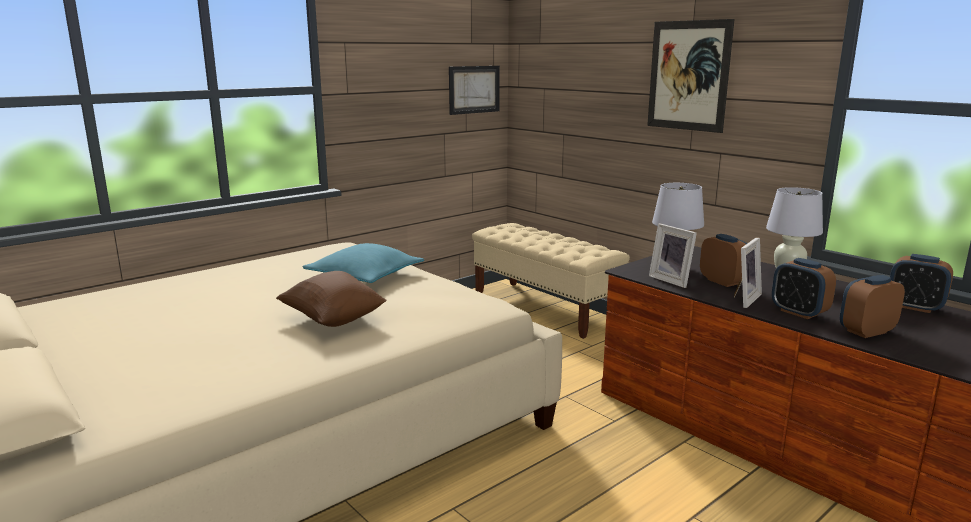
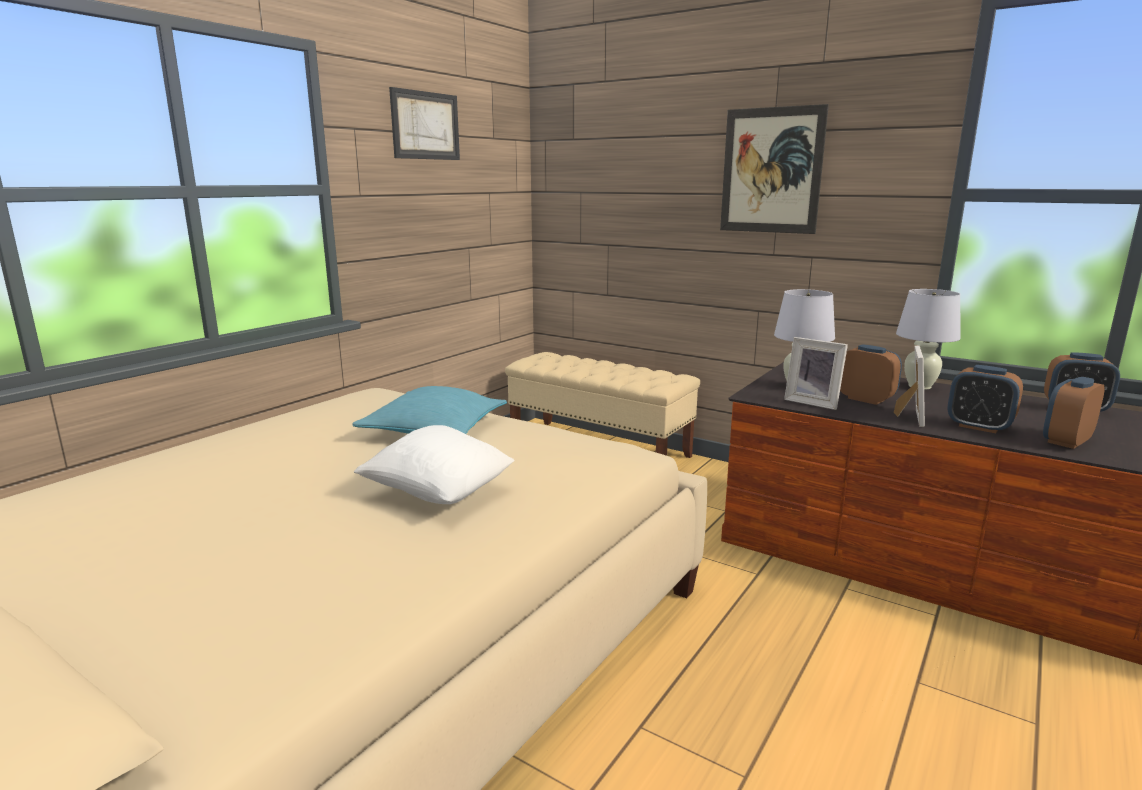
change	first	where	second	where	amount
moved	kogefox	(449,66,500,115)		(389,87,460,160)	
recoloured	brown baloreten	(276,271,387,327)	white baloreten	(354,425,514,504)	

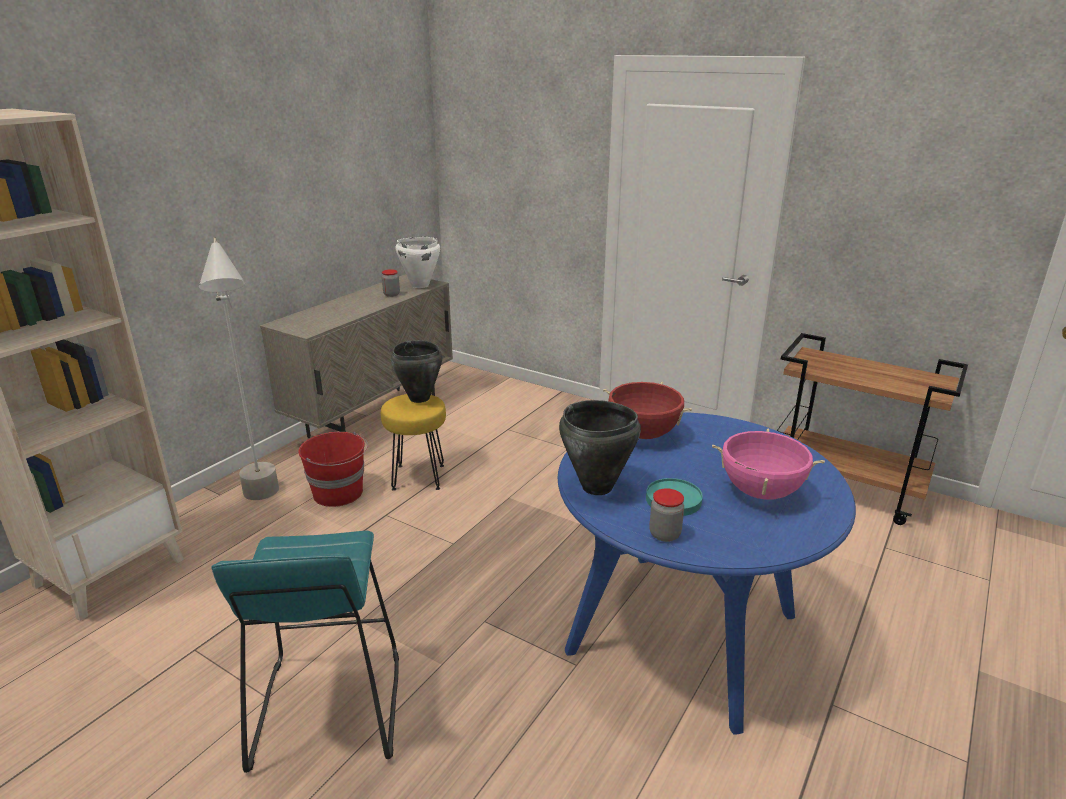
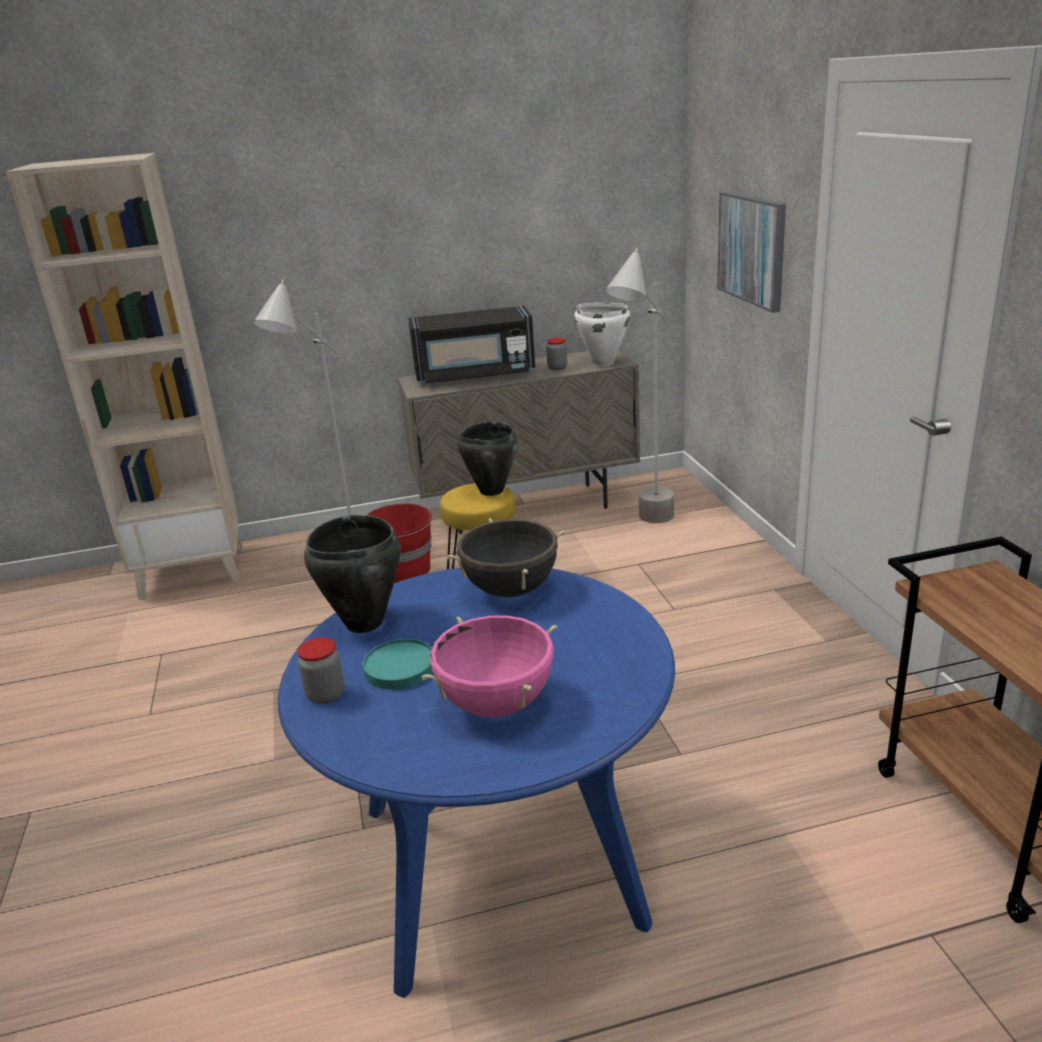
change	first	where	second	where	amount
removed	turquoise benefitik	(212,530,399,773)			
added			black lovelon	(408,306,536,384)	
added			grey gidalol	(606,248,674,523)	
added			kogefox	(717,192,786,313)	
recoloured	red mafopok	(603,382,692,439)	black mafopok	(446,518,566,597)	

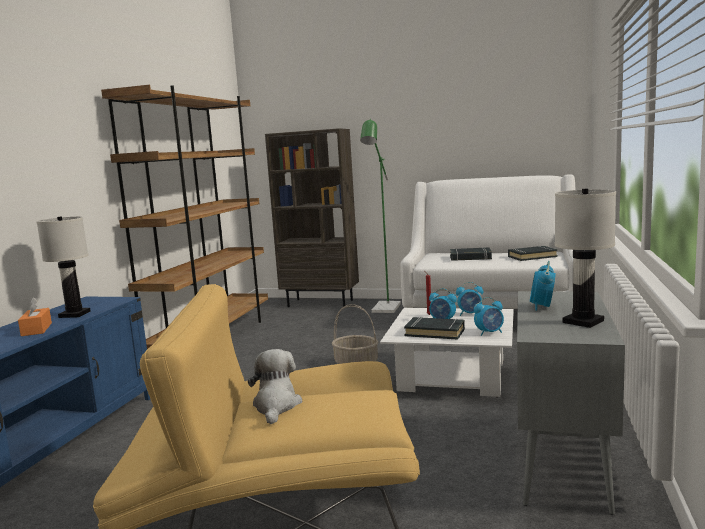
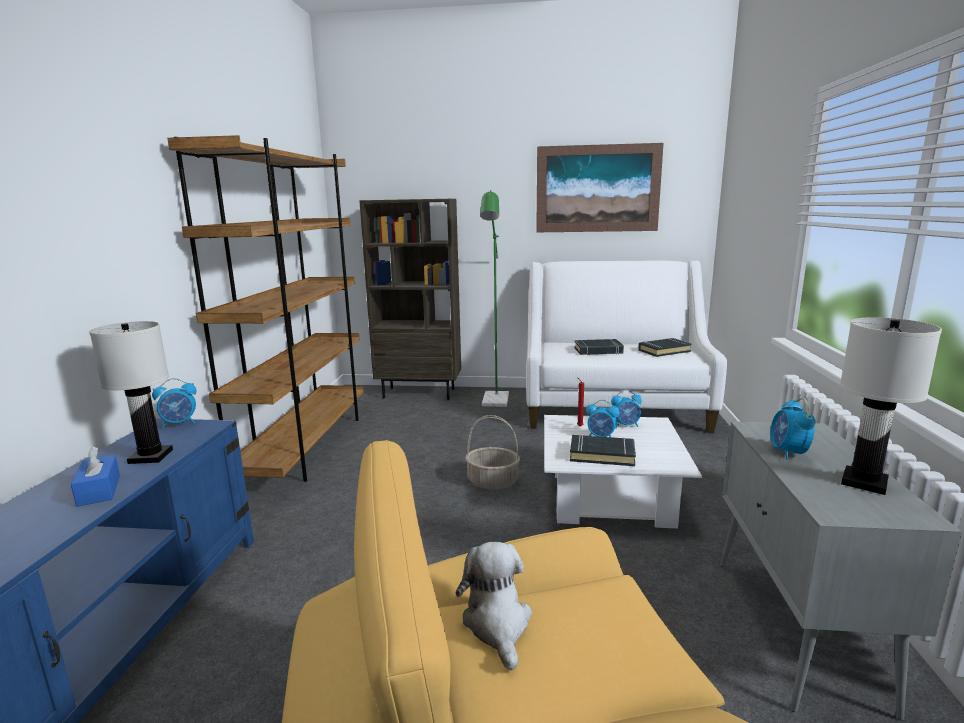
change	first	where	second	where	amount
added			kogefox	(536,143,664,232)	
moved	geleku	(474,297,504,336)		(152,378,196,429)	
recoloured	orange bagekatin	(18,297,52,336)	blue bagekatin	(71,446,120,507)	

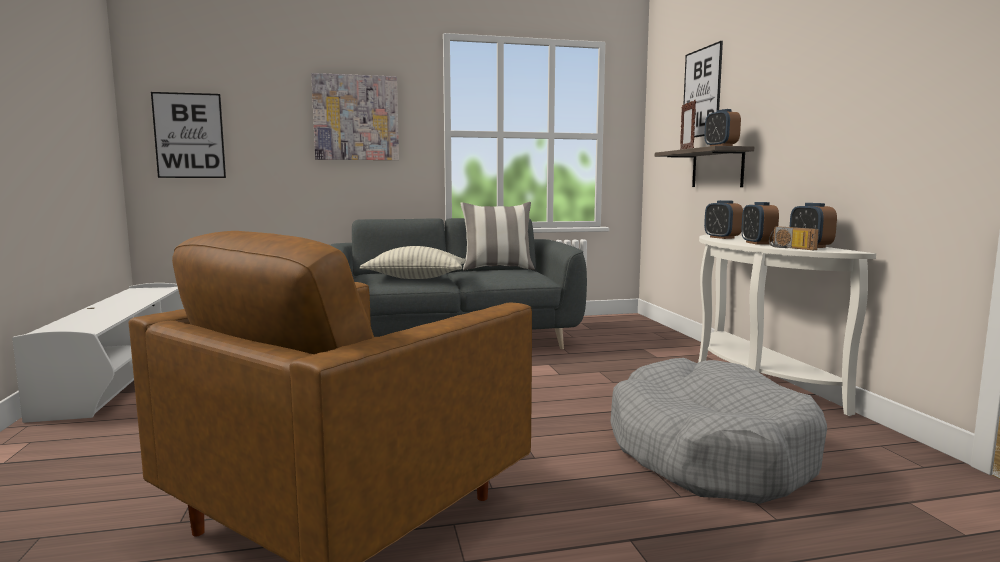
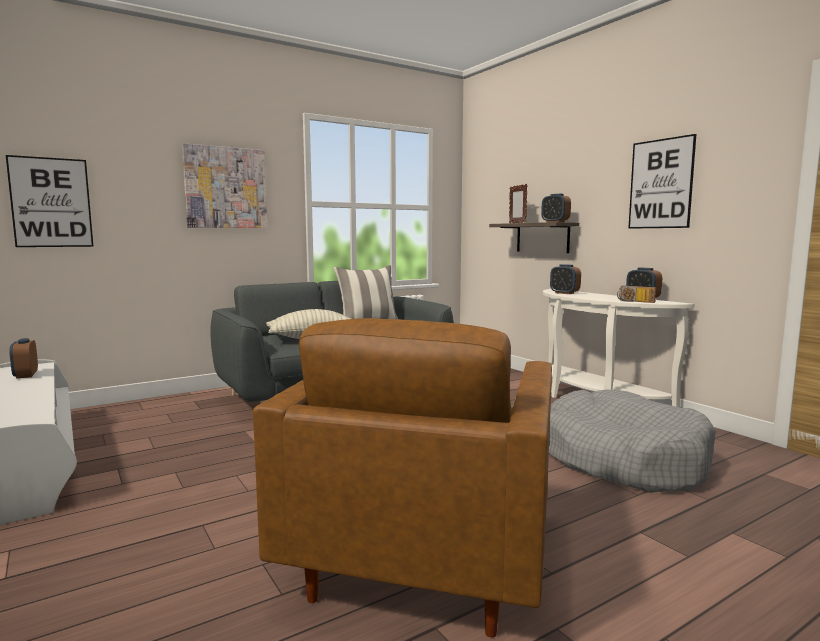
change	first	where	second	where	amount
moved	kogefox	(683,41,723,138)		(628,134,696,229)	
moved	geleku	(741,202,779,245)		(9,338,38,379)	

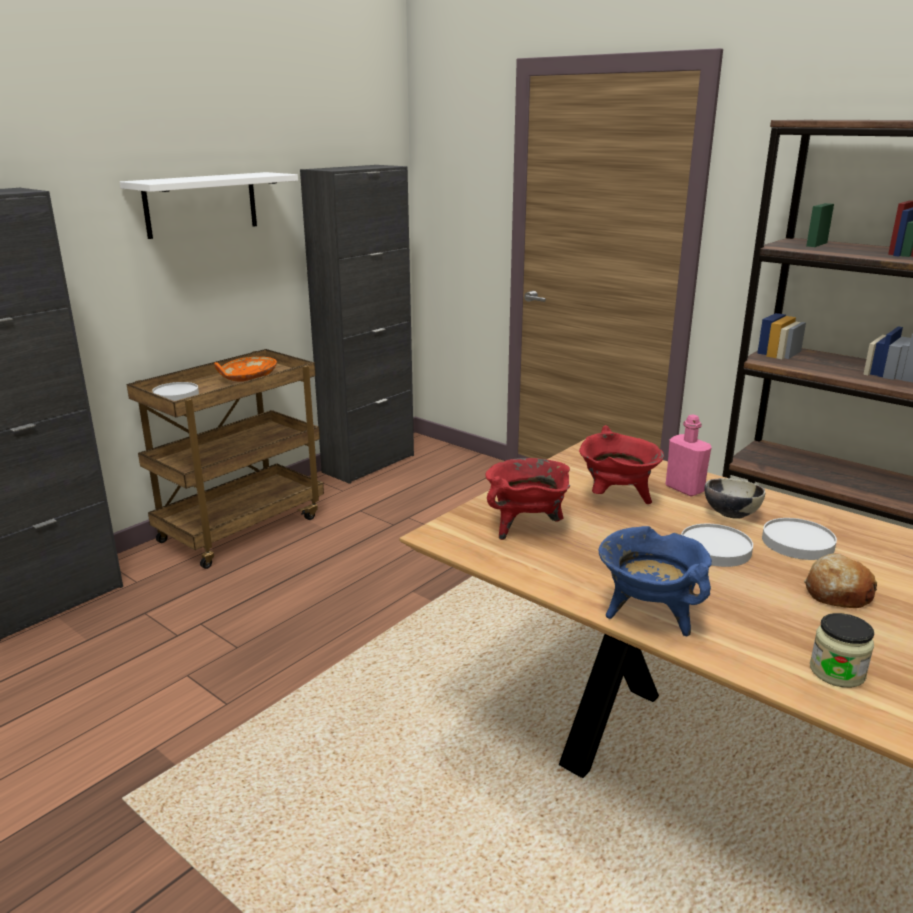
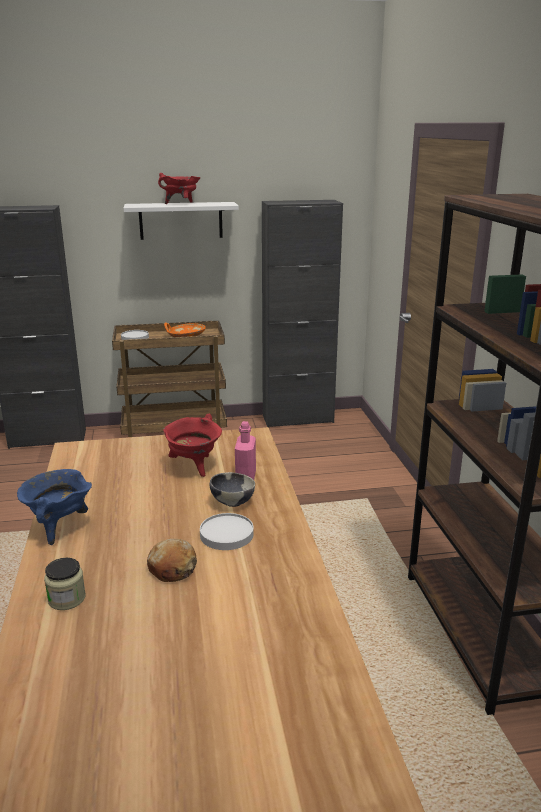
change	first	where	second	where	amount
removed	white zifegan	(681,524,753,567)			
moved	red mafopok	(485,458,571,540)		(158,173,200,204)	

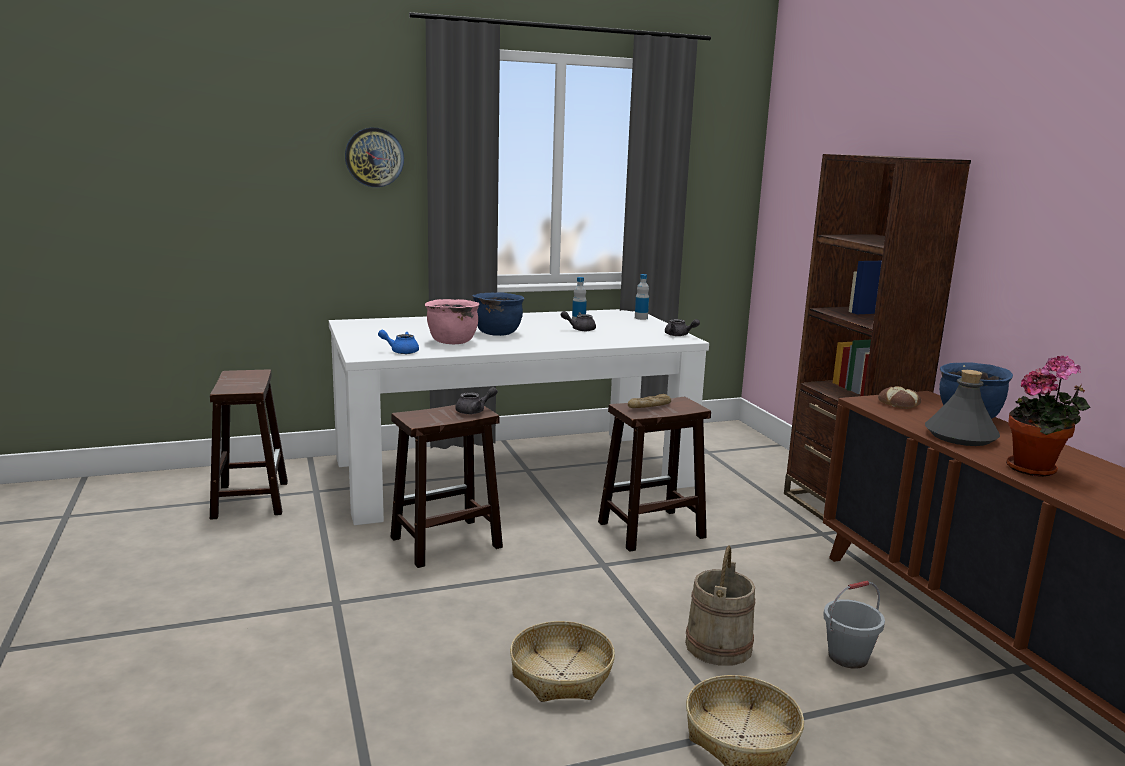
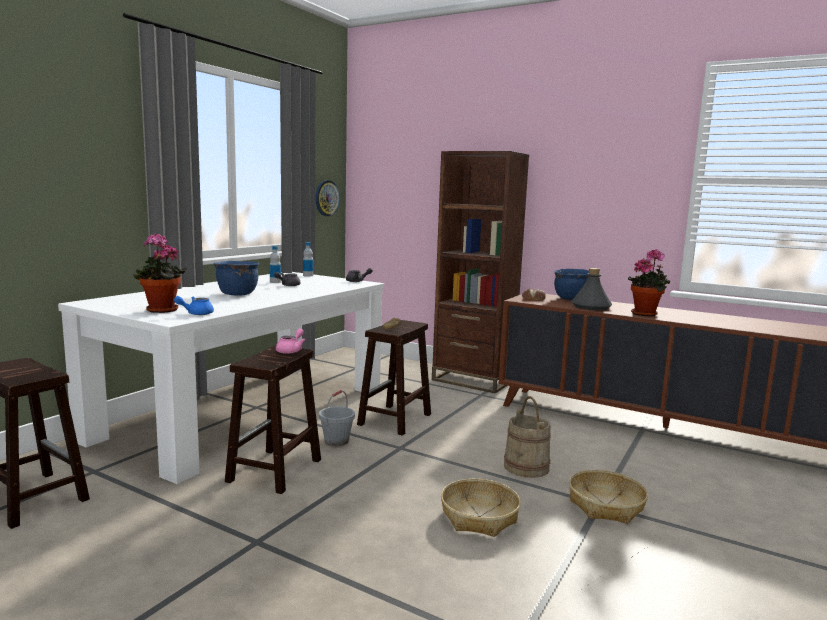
change	first	where	second	where	amount
removed	pink mafopok	(425,299,479,344)			
added			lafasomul	(133,233,187,313)	
moved	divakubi	(345,128,404,187)		(315,180,340,216)	
moved	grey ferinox	(823,581,885,669)		(319,390,355,446)	
recoloured	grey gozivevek	(455,387,498,414)	pink gozivevek	(276,329,305,354)	

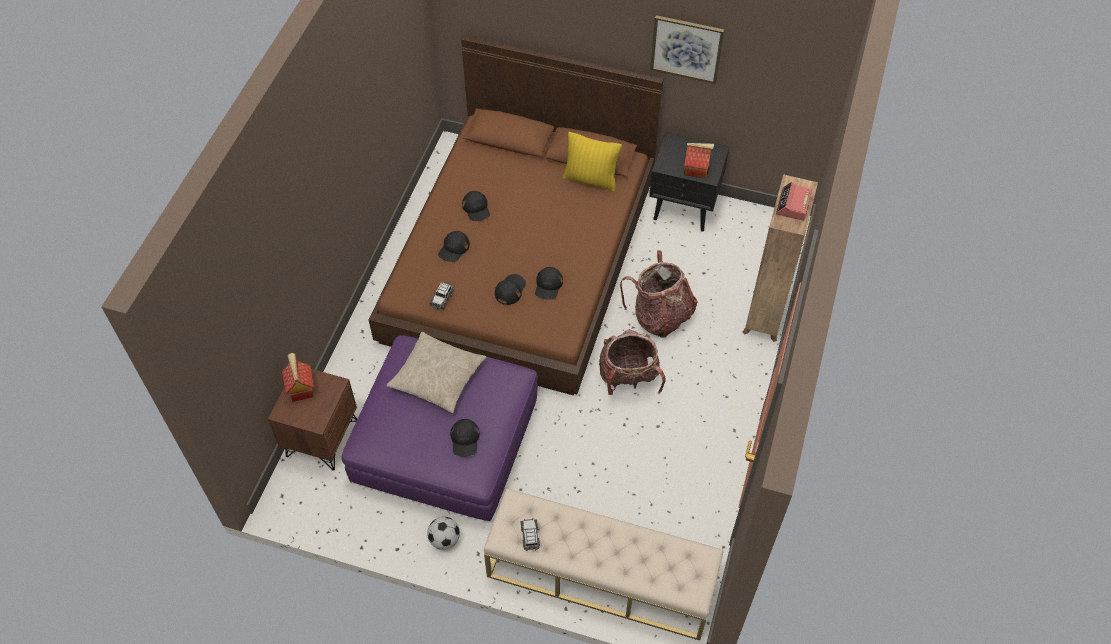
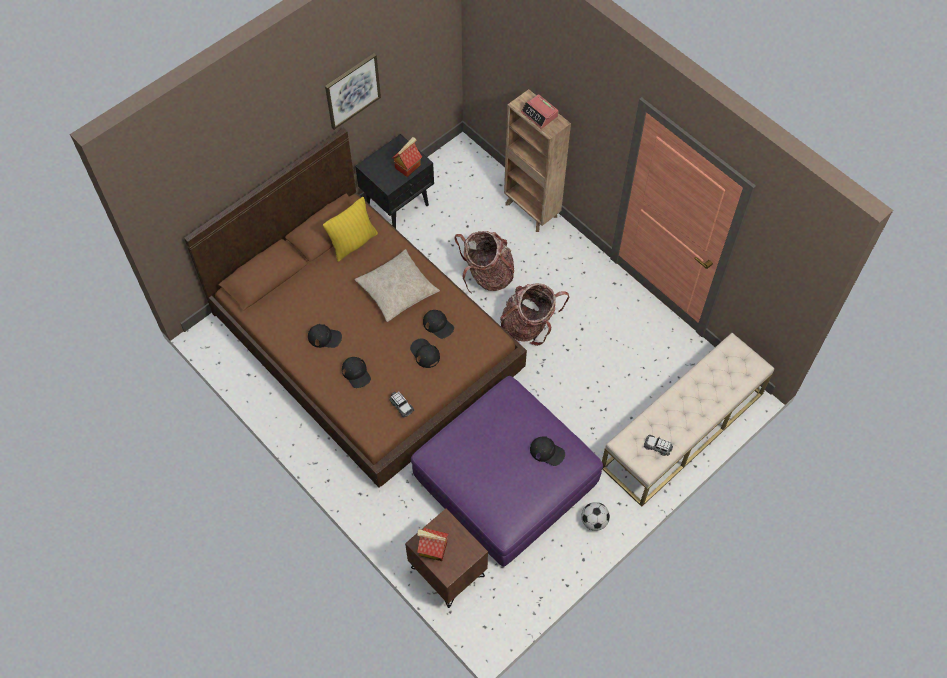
change	first	where	second	where	amount
moved	beige baloreten	(387,332,486,413)		(355,249,440,322)	

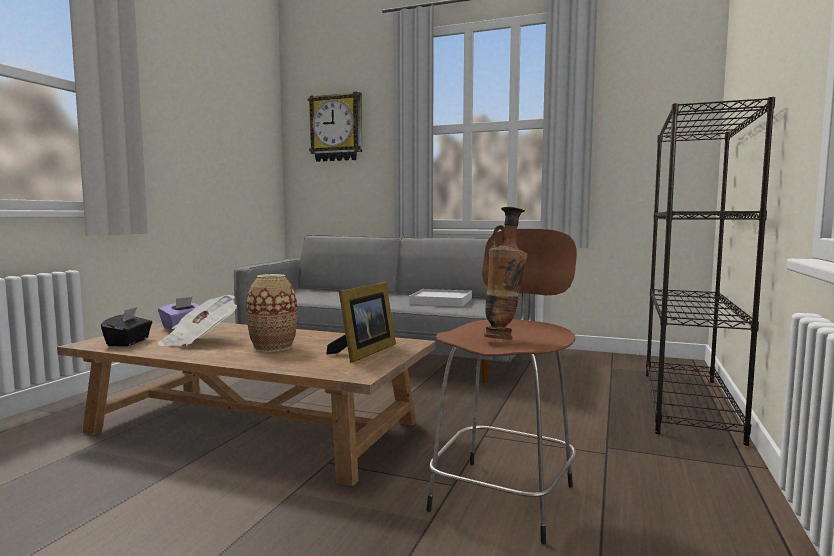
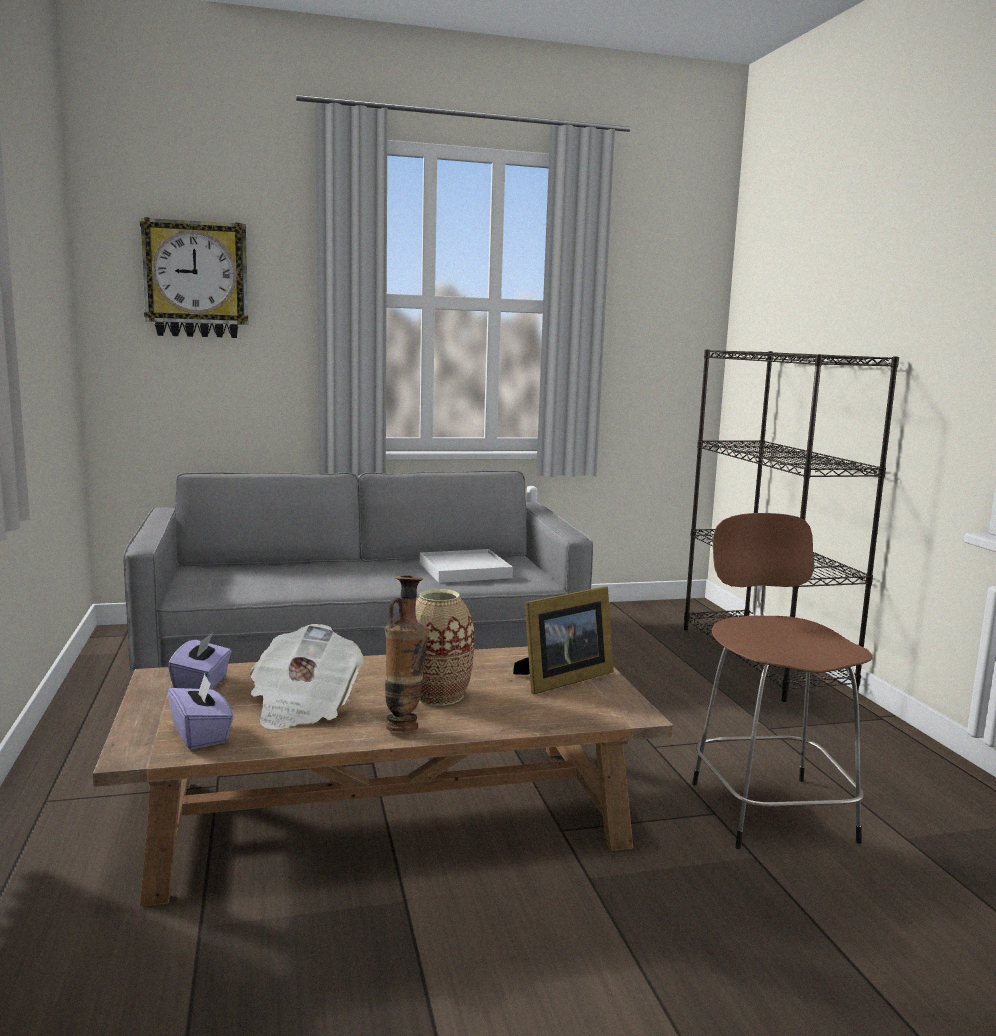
change	first	where	second	where	amount
moved	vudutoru	(484,207,528,340)		(384,575,429,732)	
recoloured	black bagekatin	(101,307,152,346)	purple bagekatin	(168,674,234,750)	
turned	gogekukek	(326,282,396,363)		(513,586,614,694)	60 degrees clockwise

